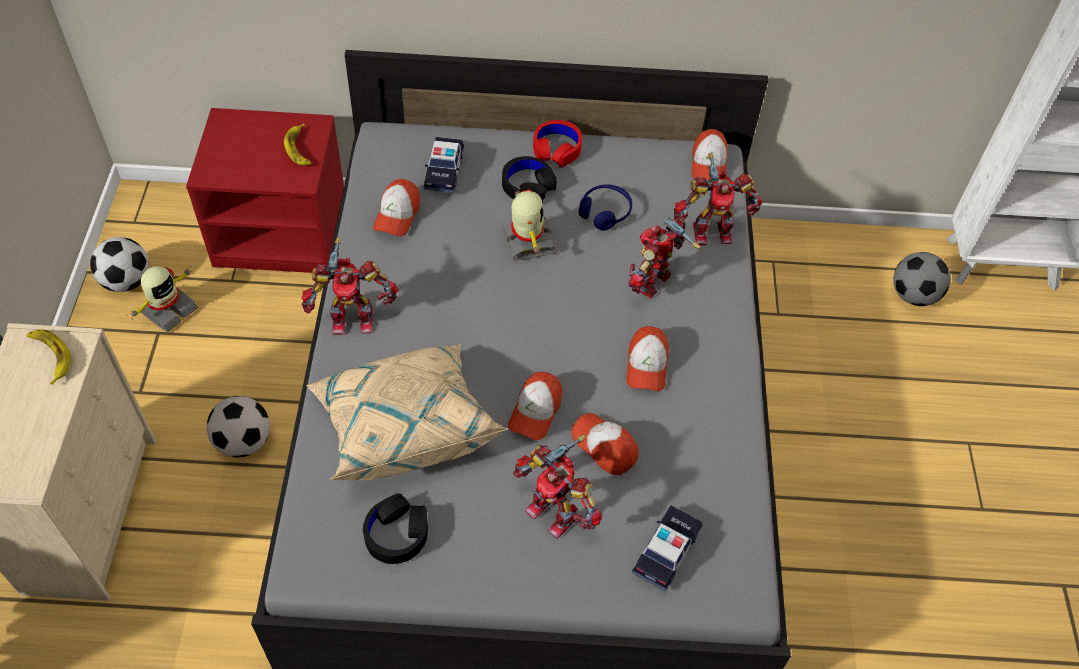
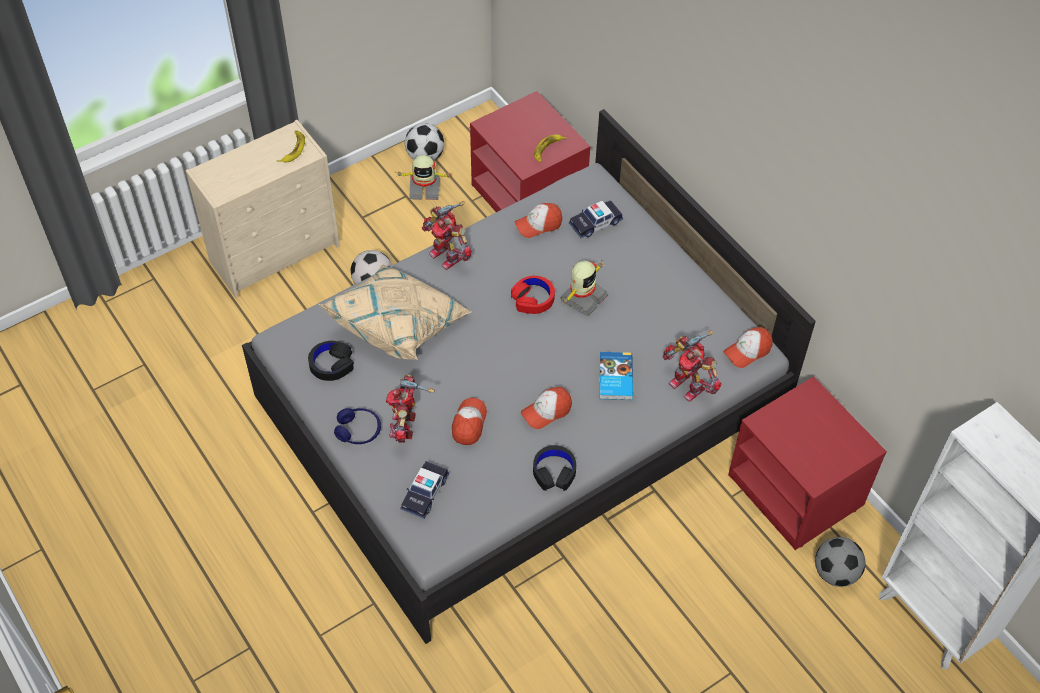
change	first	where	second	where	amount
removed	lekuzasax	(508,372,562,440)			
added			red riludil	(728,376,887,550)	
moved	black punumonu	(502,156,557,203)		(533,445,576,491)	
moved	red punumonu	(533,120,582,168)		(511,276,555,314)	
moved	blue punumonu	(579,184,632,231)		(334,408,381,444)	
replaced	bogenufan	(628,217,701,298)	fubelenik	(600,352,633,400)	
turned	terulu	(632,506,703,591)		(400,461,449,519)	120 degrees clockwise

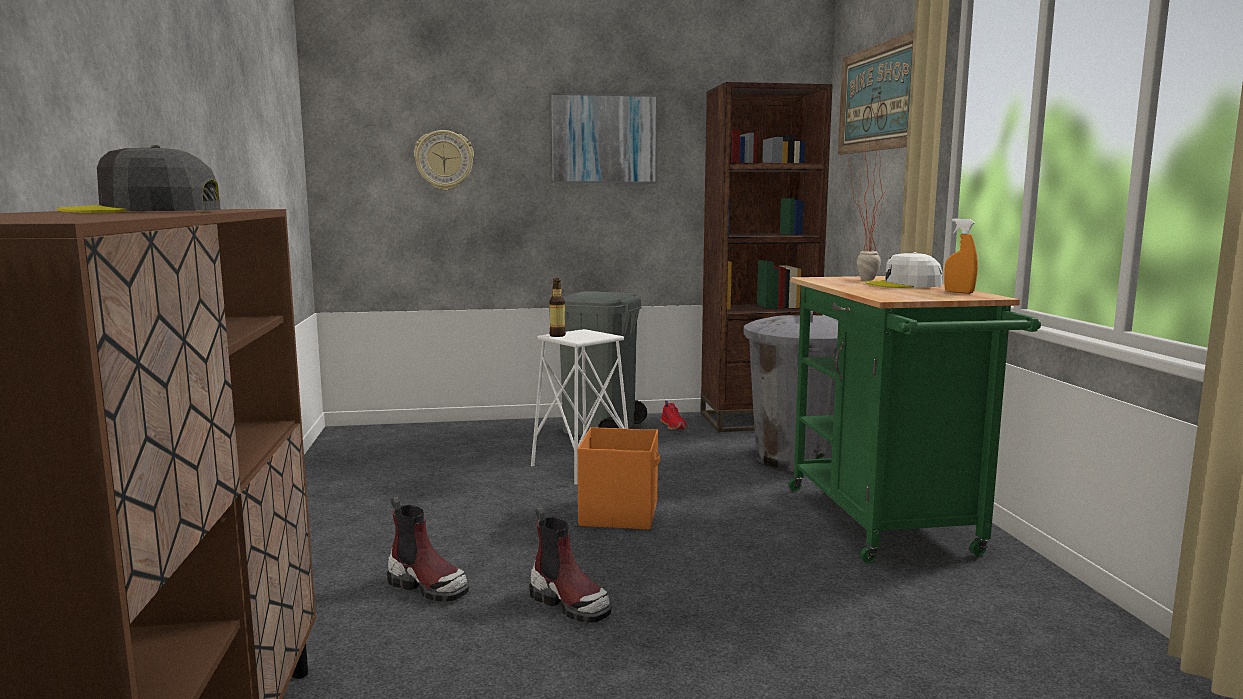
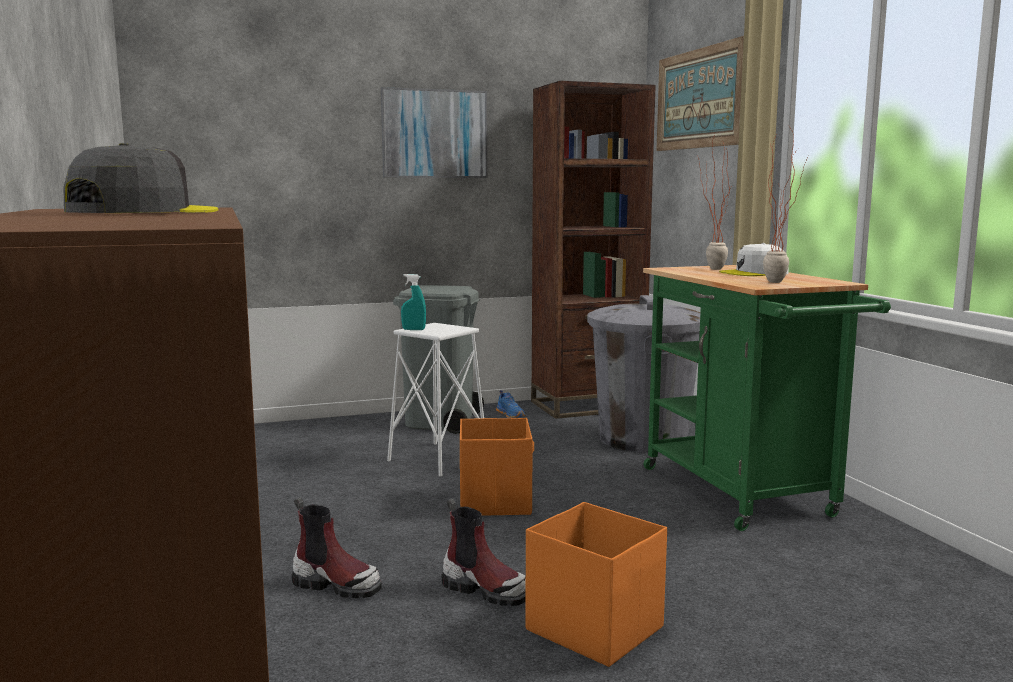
change	first	where	second	where	amount
removed	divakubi	(414,130,474,191)			
removed	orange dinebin	(944,218,978,294)			
added			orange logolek	(525,502,667,667)	
added			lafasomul	(763,126,808,283)	
replaced	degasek	(549,278,566,337)	turquoise dinebin	(401,274,426,330)	
recoloured	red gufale	(660,401,687,430)	blue gufale	(496,390,525,418)	
turned	grey lekuzasax	(57,145,221,213)		(63,143,218,213)	135 degrees clockwise

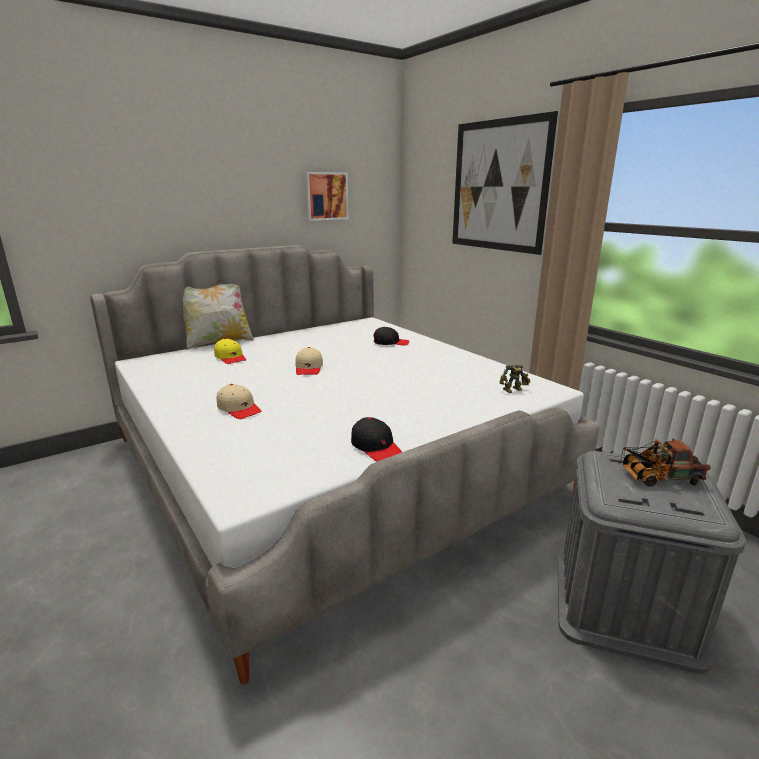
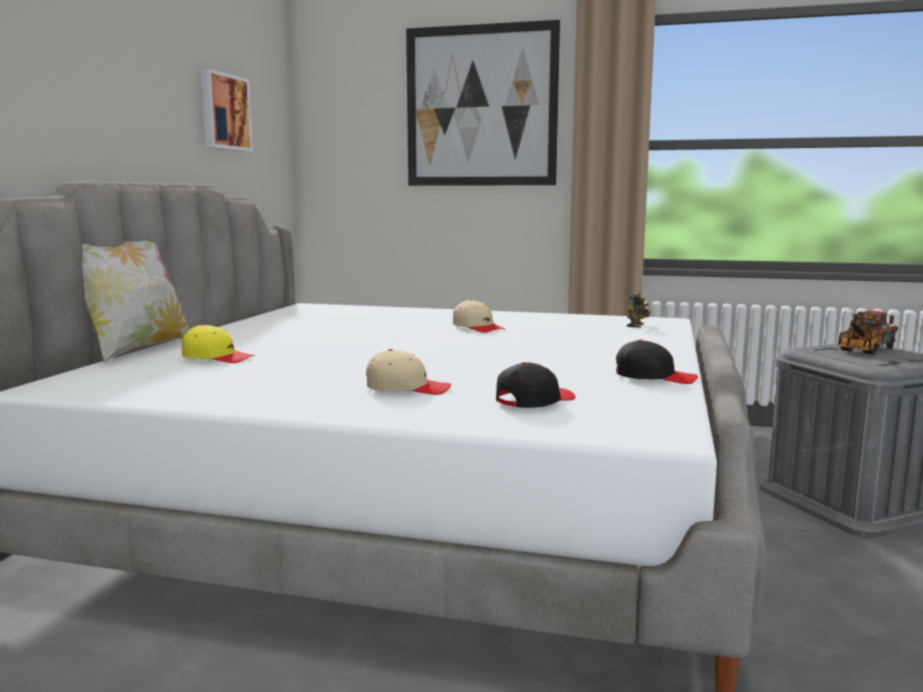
change	first	where	second	where	amount
moved	beige lekuzasax	(295,347,323,375)		(453,299,505,333)	
moved	black lekuzasax	(373,327,409,345)		(496,362,576,408)	

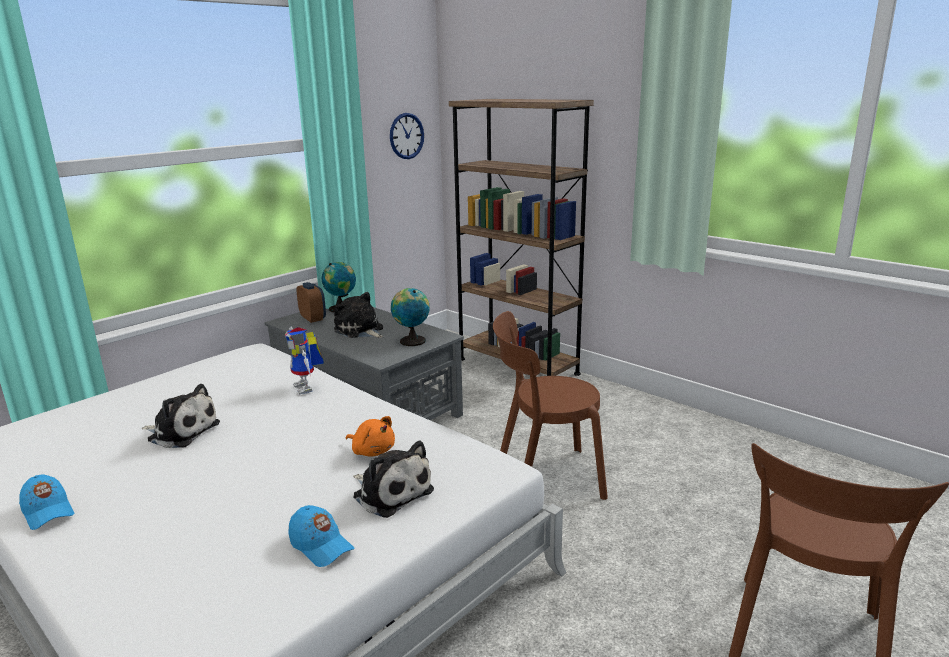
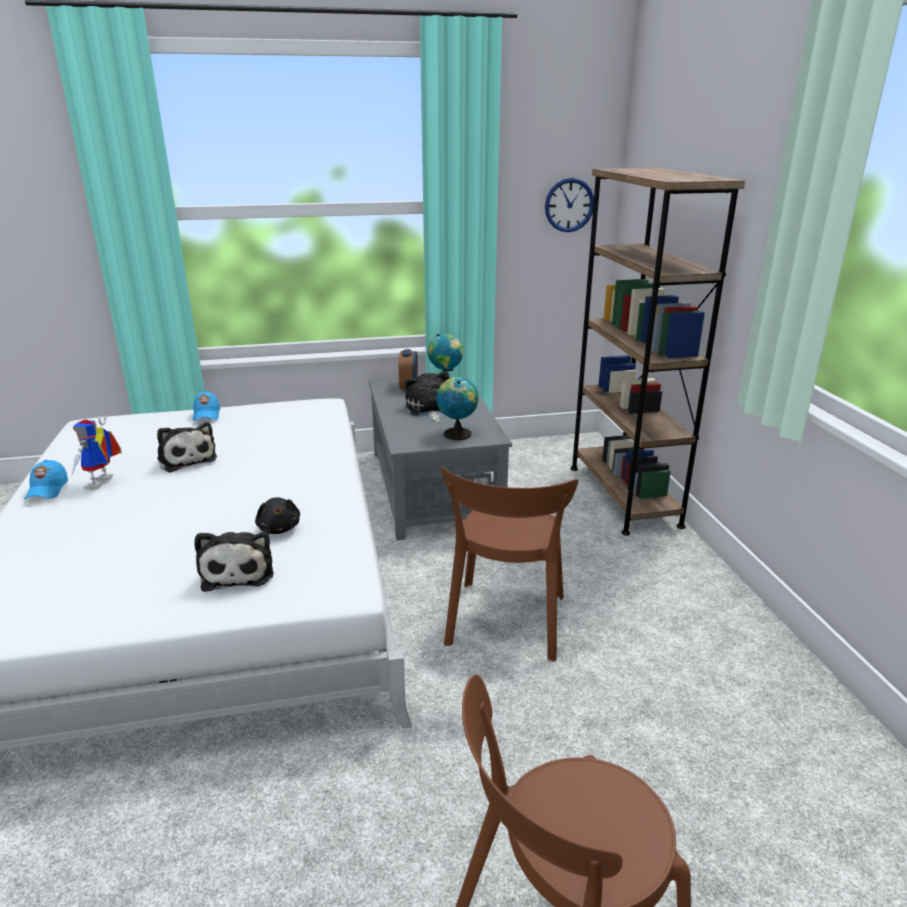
change	first	where	second	where	amount
moved	bogenufan	(285,326,324,395)		(72,416,122,490)	
moved	blue lekuzasax	(288,505,354,567)		(193,391,220,421)	
recoloured	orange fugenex	(346,416,395,456)	black fugenex	(255,497,300,534)	
turned	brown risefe	(493,311,608,500)		(440,466,578,661)	105 degrees counterclockwise

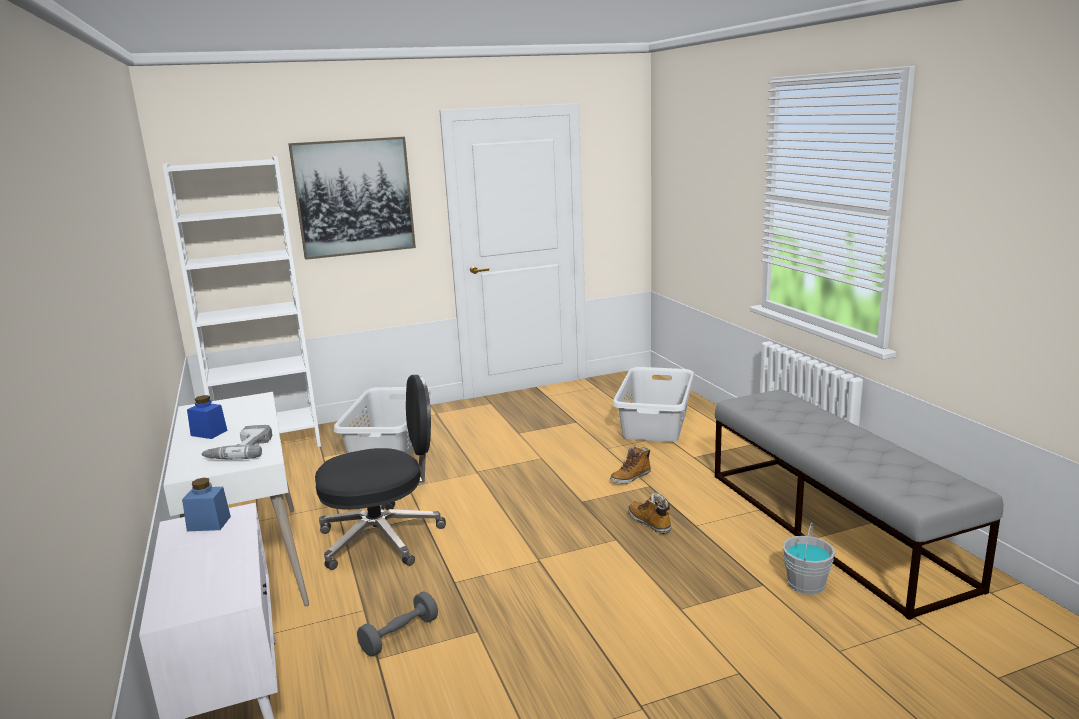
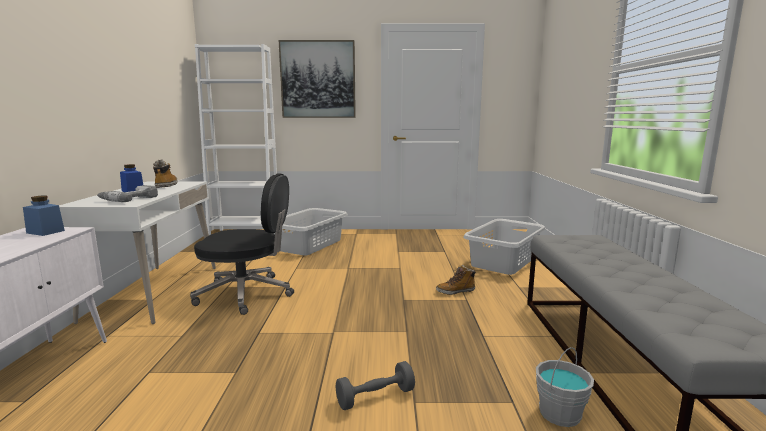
change	first	where	second	where	amount
moved	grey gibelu	(357,591,438,657)		(336,361,415,410)	
moved	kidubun	(628,493,672,534)		(153,160,178,188)	

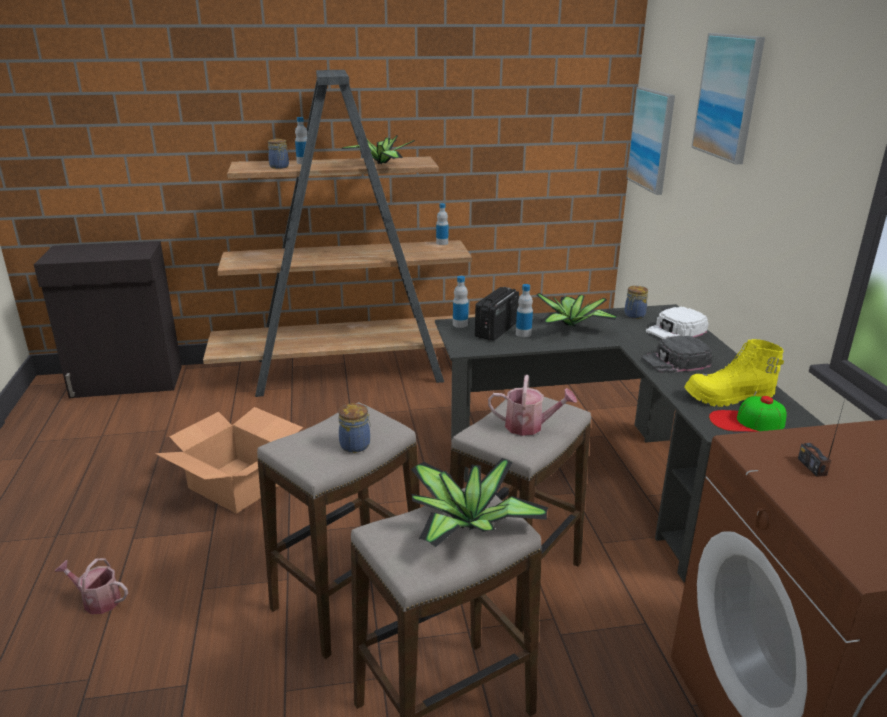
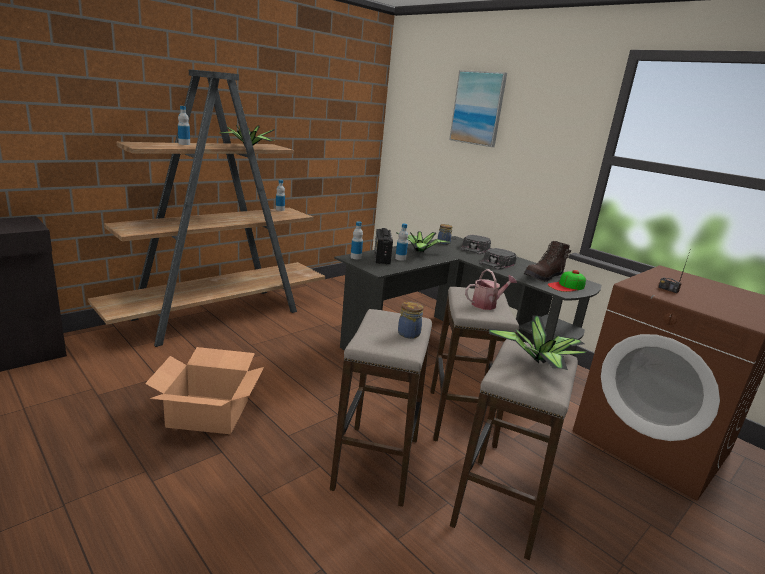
change	first	where	second	where	amount
removed	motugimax	(54,558,128,614)			
removed	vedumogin	(268,139,289,169)			
removed	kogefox	(626,87,675,195)			
recoloured	white lekuzasax	(646,307,709,339)	black lekuzasax	(461,235,491,255)	
recoloured	yellow kidubun	(684,339,784,407)	brown kidubun	(524,241,571,282)	

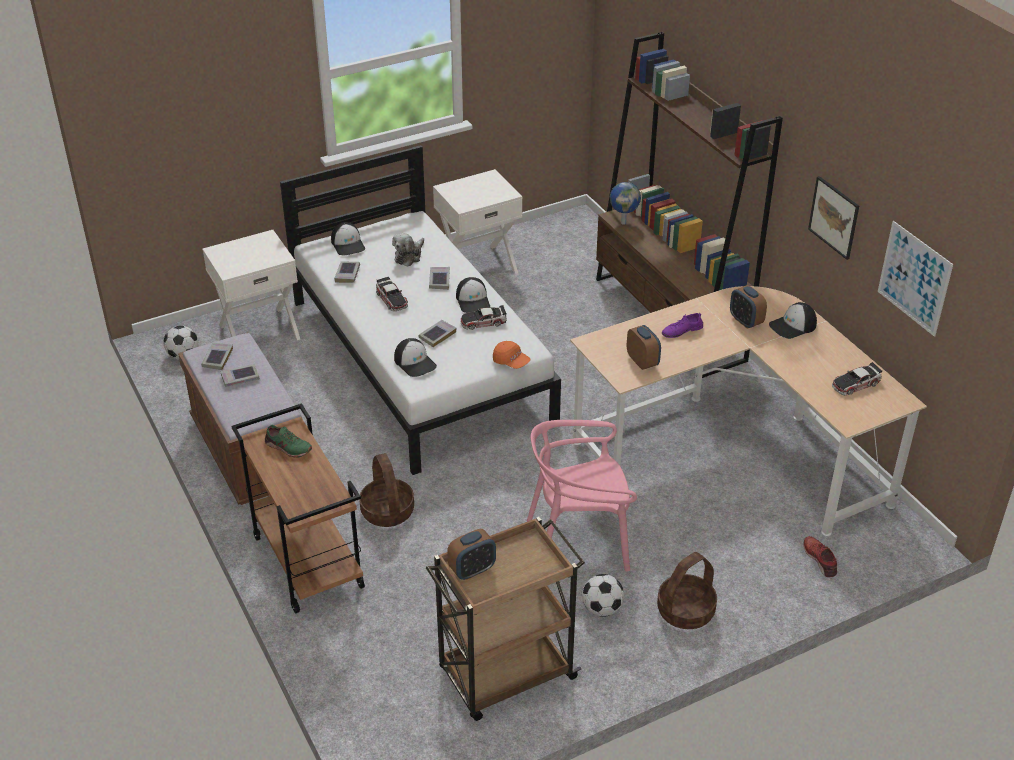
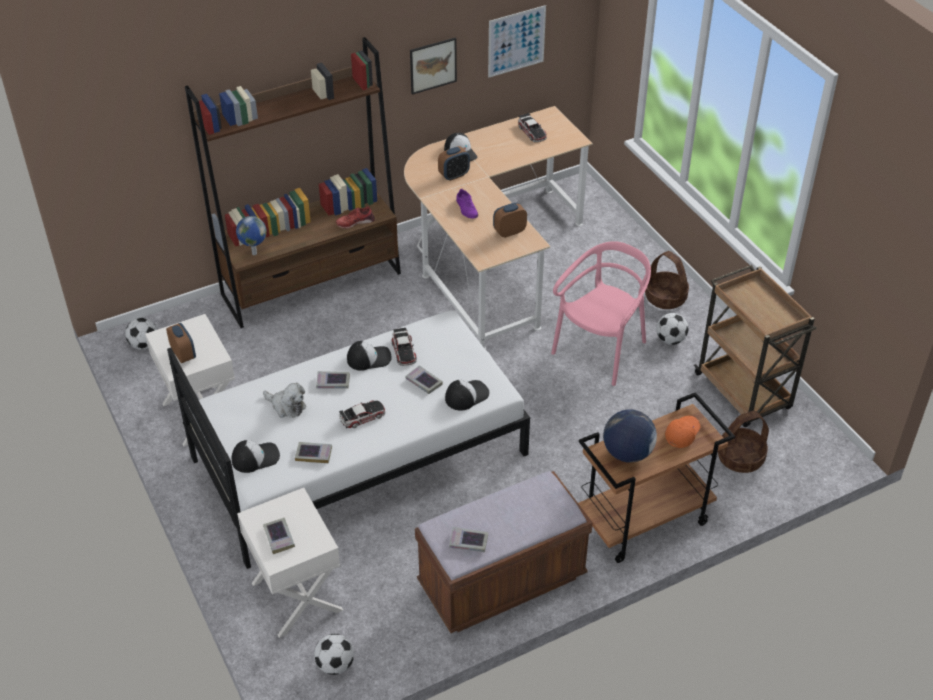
change	first	where	second	where	amount
added			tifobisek	(125,318,157,349)	
moved	fubelenik	(220,364,260,387)		(263,518,295,554)	
moved	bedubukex	(359,453,414,527)		(718,411,769,473)	
moved	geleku	(447,529,496,580)		(166,323,196,363)	
moved	orange lekuzasax	(493,341,530,369)		(665,416,700,448)	
moved	red gufale	(804,536,837,577)		(335,206,375,229)	
replaced	green gufale	(265,425,312,458)	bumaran	(603,409,657,463)	
turned	pink risefe	(527,420,637,572)		(551,241,651,386)	135 degrees counterclockwise

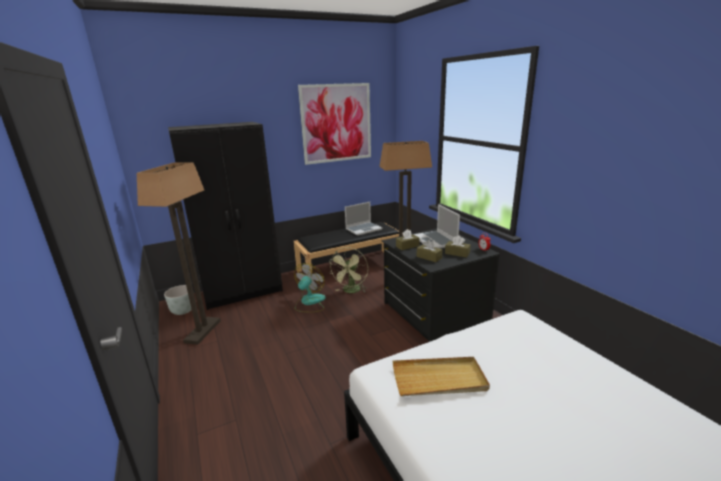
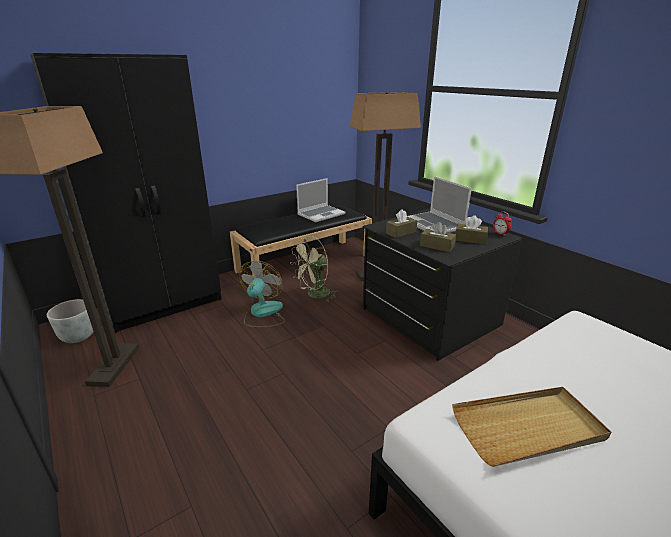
change	first	where	second	where	amount
removed	kogefox	(298,83,371,165)			
turned	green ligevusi	(329,247,368,293)		(290,236,338,302)	45 degrees clockwise

